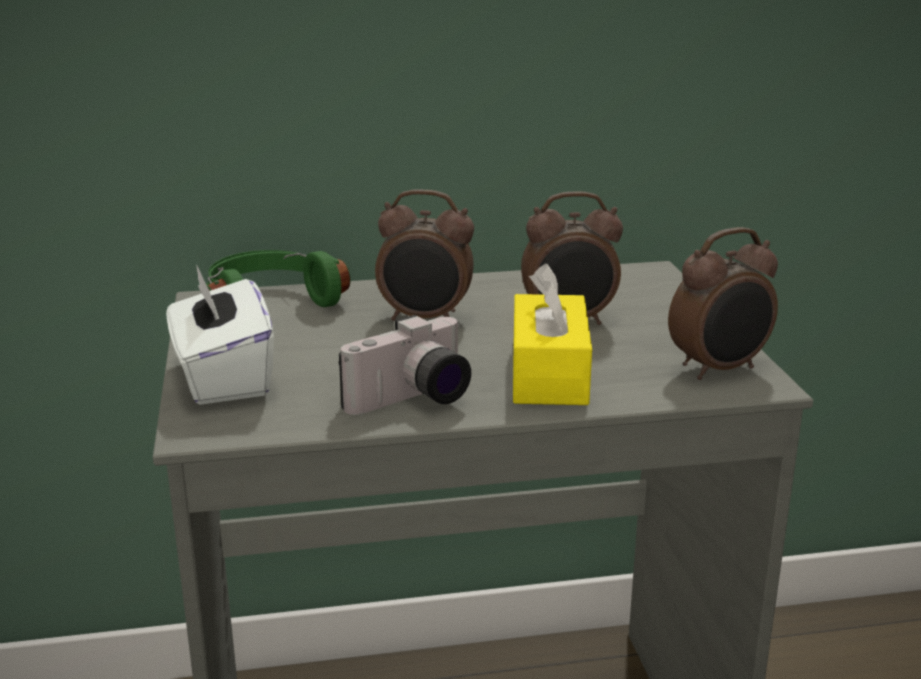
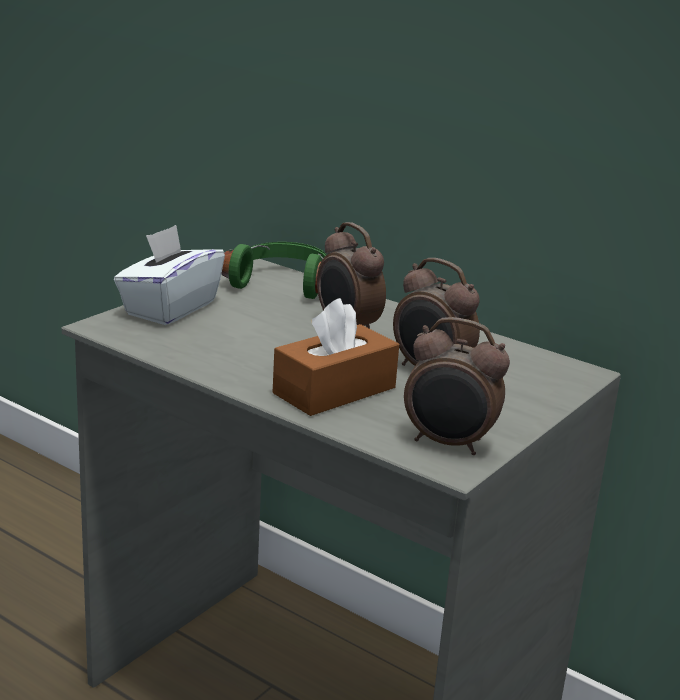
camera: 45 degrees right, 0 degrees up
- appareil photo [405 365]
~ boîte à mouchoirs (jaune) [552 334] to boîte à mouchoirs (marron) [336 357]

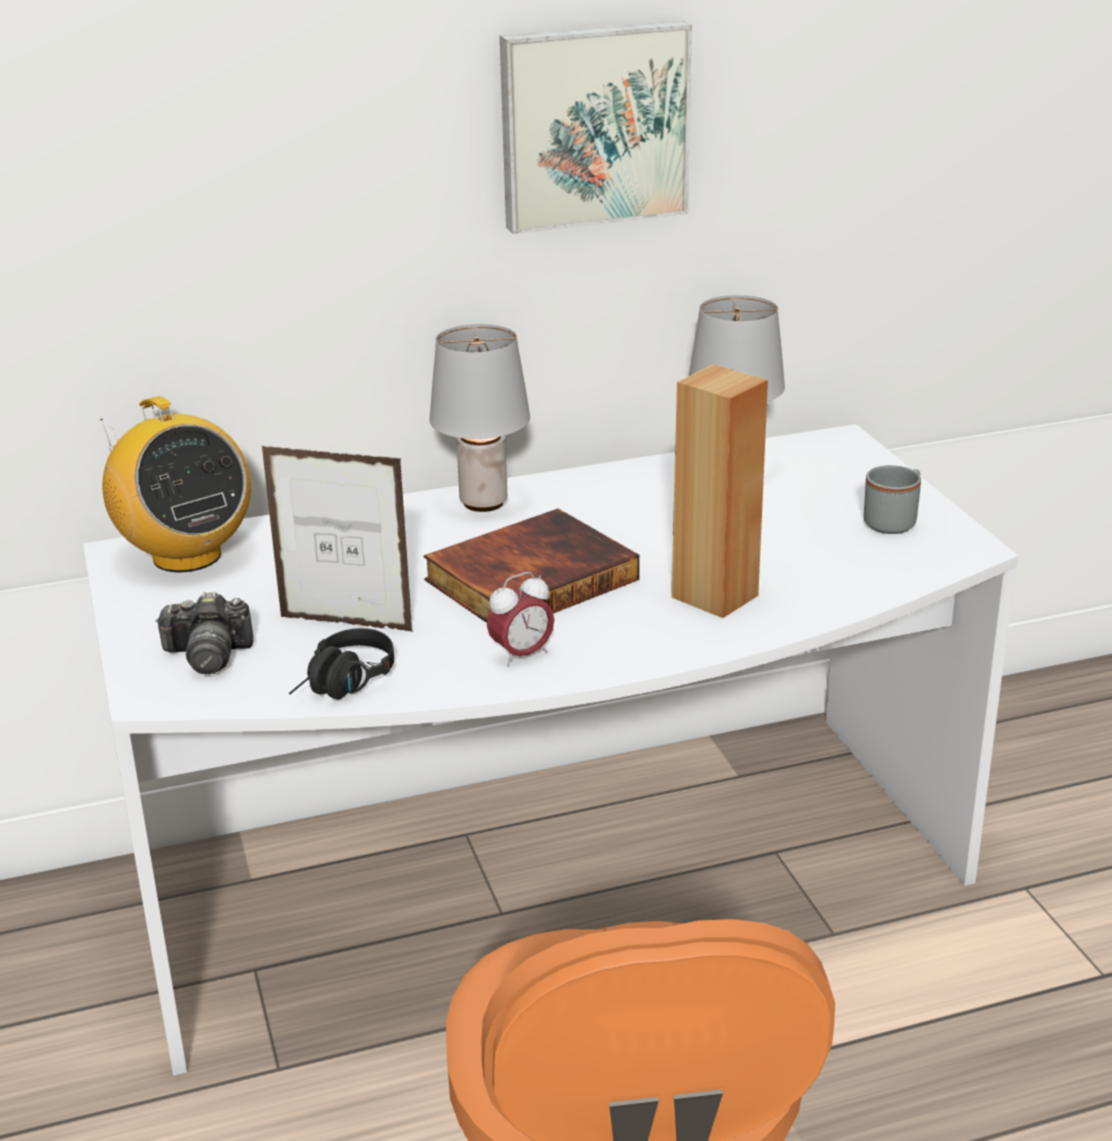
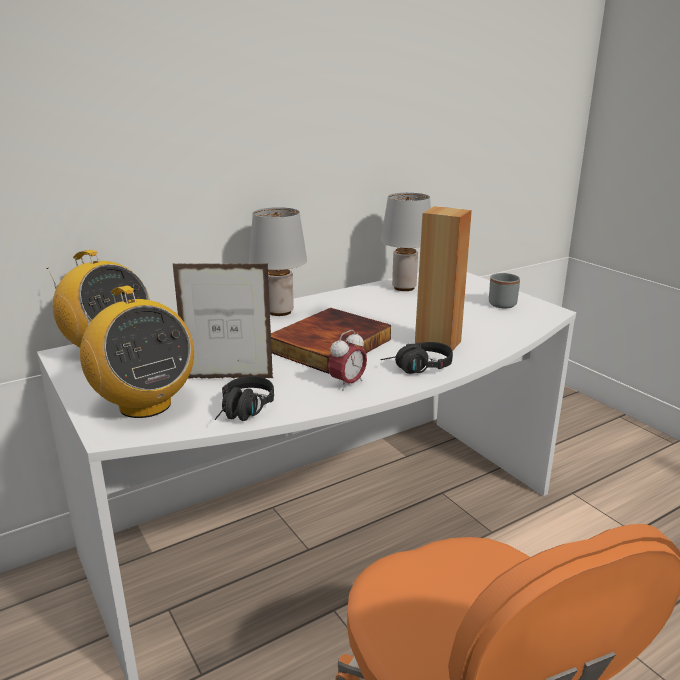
camera: 15 degrees left, 5 degrees down
- tableau [596 127]
+ casque audio (noir) [416 358]
~ appareil photo [204 633] to radio [137 352]

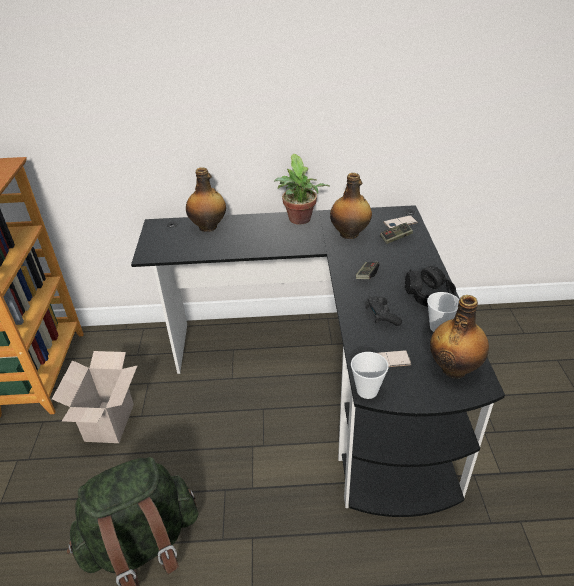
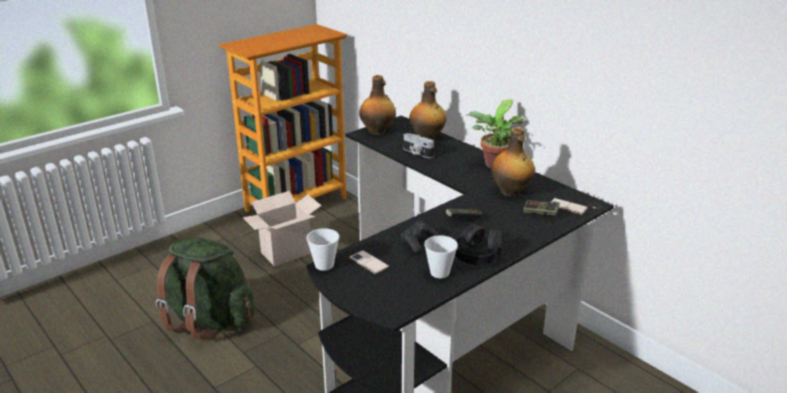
camera: 50 degrees right, 10 degrees down
+ appareil photo [418 145]
~ bouteille [459 336] to [377 105]

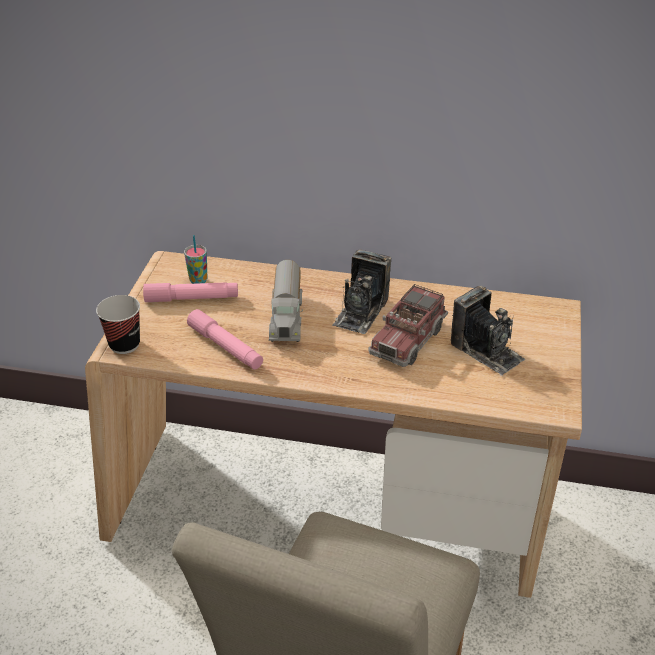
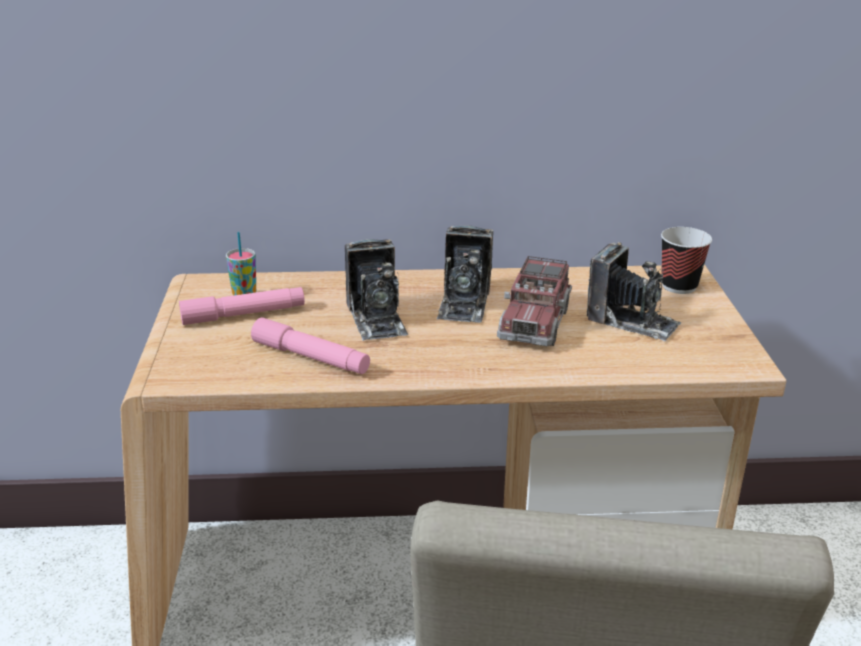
camera: 15 degrees left, 10 degrees down
~ tasse [118 324] to [686 260]
~ camion jouet [286 301] to appareil photo [376 290]

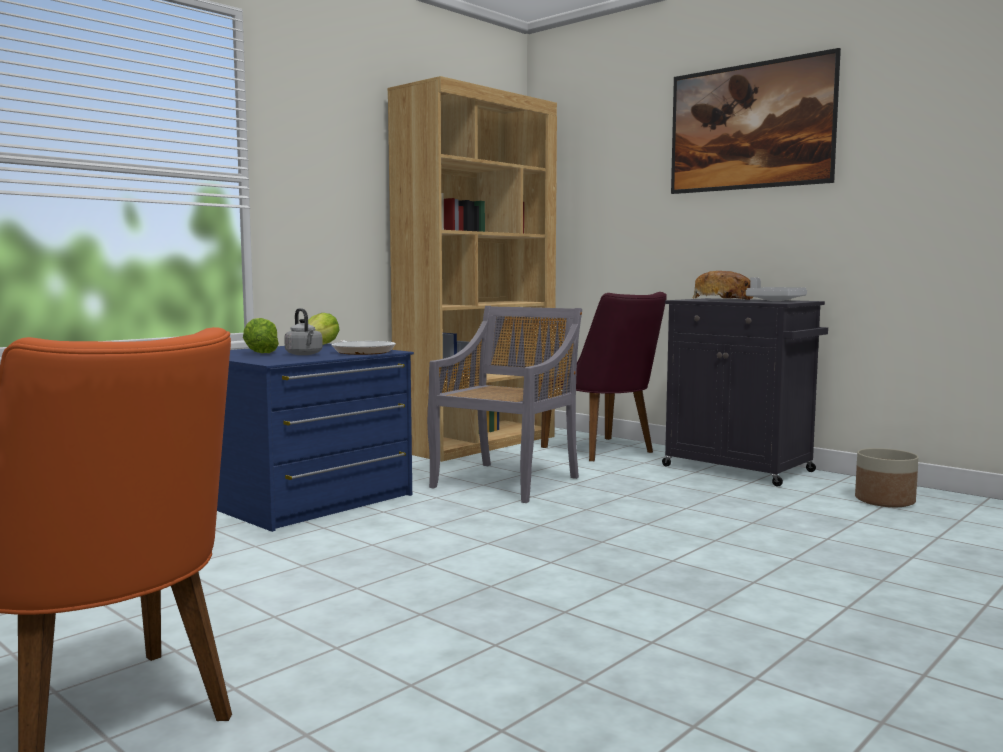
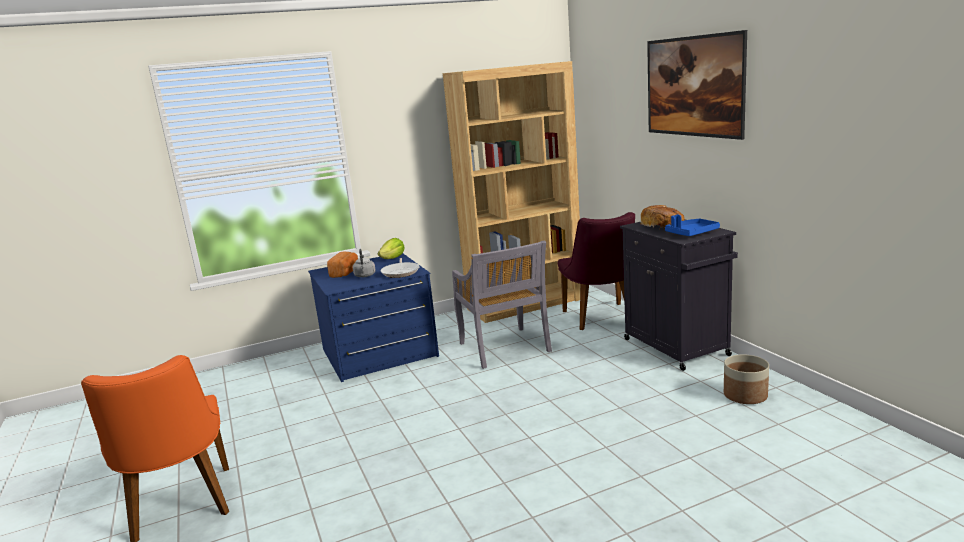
camera: 25 degrees right, 10 degrees up
~ laitue [261 335] to pain [342 265]
~ plateau (gris) [776 289] to plateau (bleu) [692 225]
~ chaise (gris) [504 404] = [502 304] 105 degrees clockwise

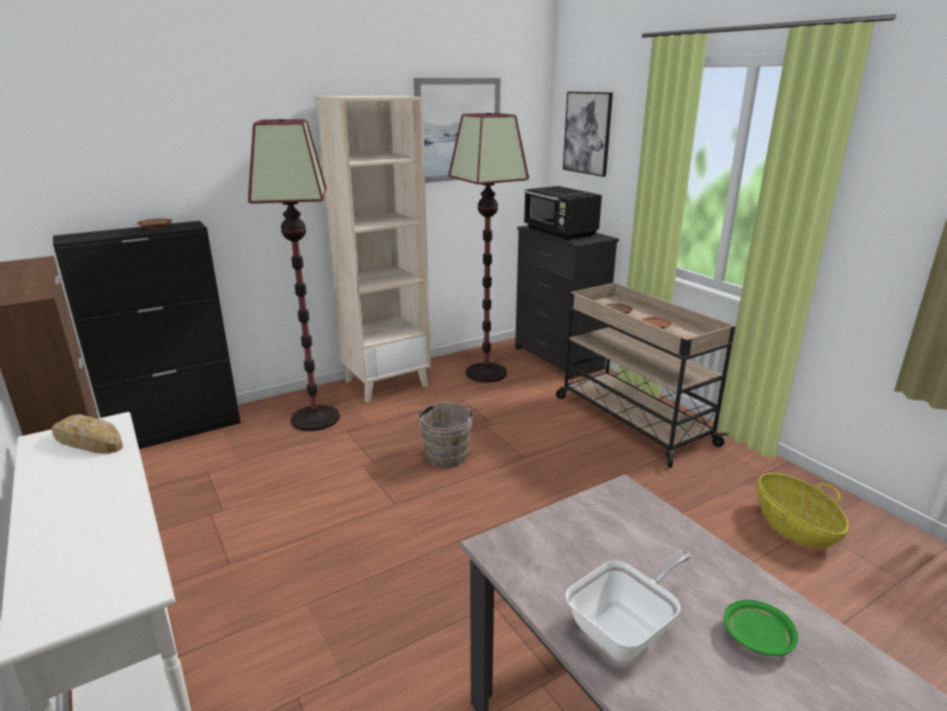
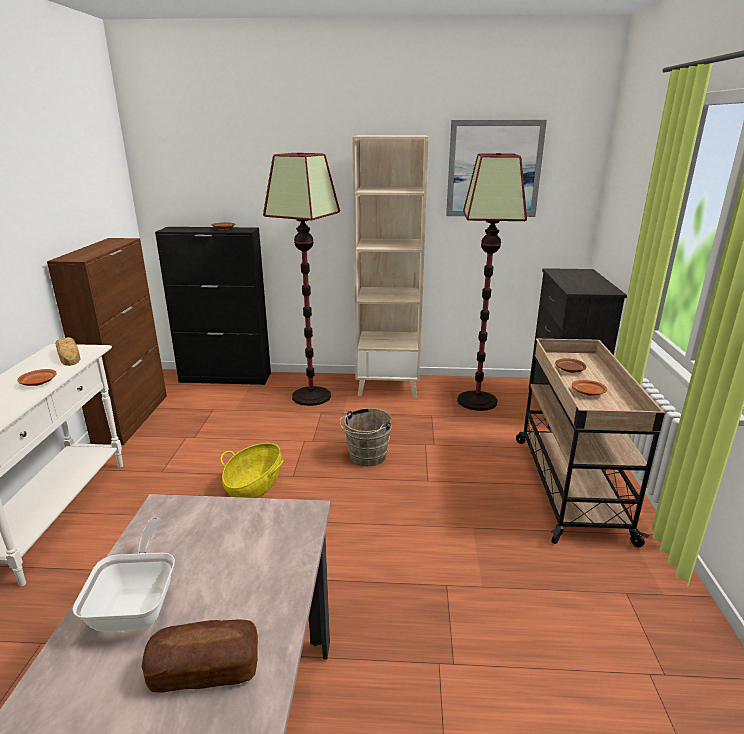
camera: 35 degrees right, 0 degrees up
- micro-ondes (noir) [563 213]
- tableau [588 134]
+ assiette (marron) [37 377]
~ panier [802 510] to [252 470]
~ assiette (vert) [761 628] to pain [200 656]
~ poêle [628 605] = [124 574] 90 degrees counterclockwise

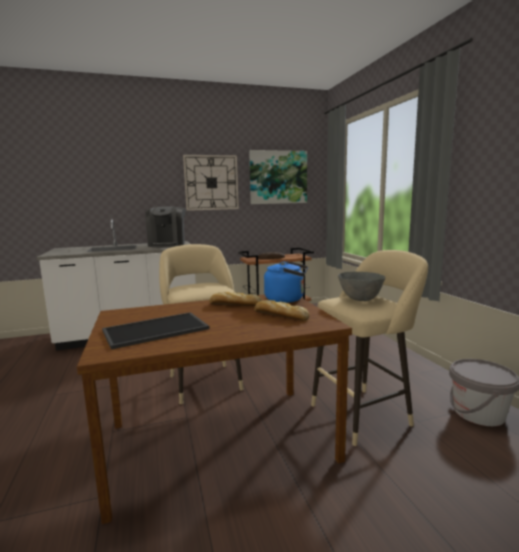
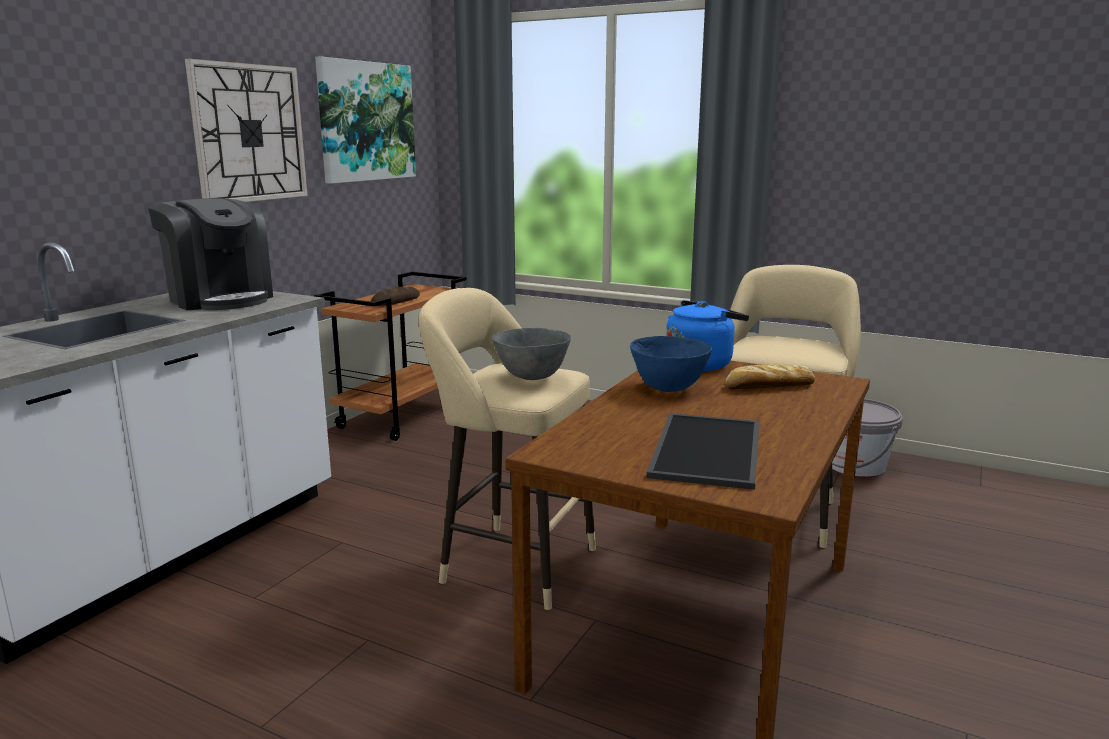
camera: 45 degrees left, 5 degrees up
~ bol (gris) [361 286] to [531 354]
~ pain [235 299] to bol (bleu) [671 364]

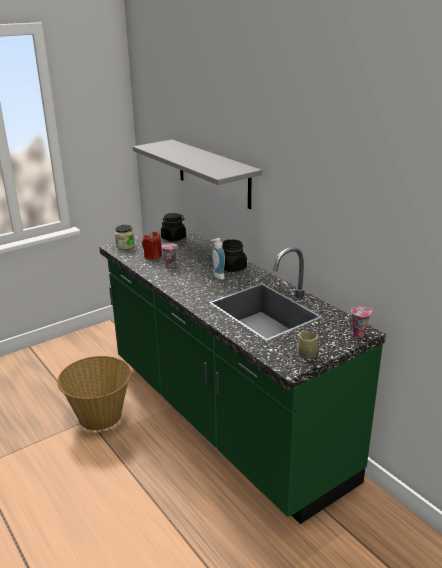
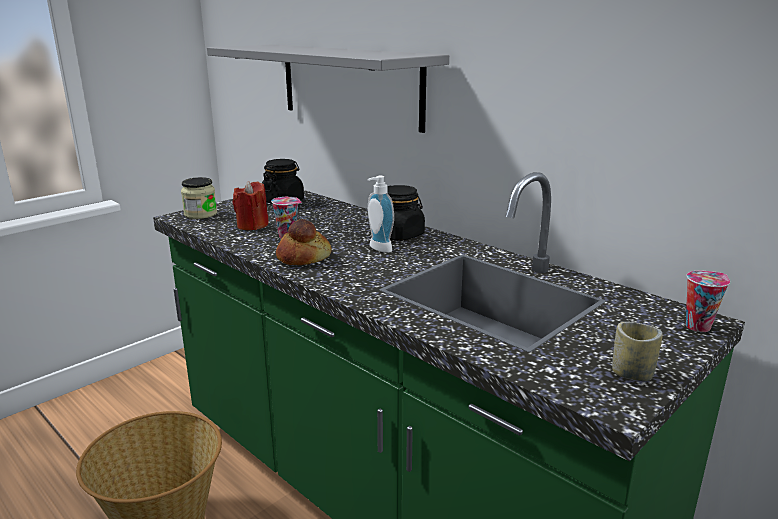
camera: 10 degrees left, 5 degrees down
+ pain [304 242]

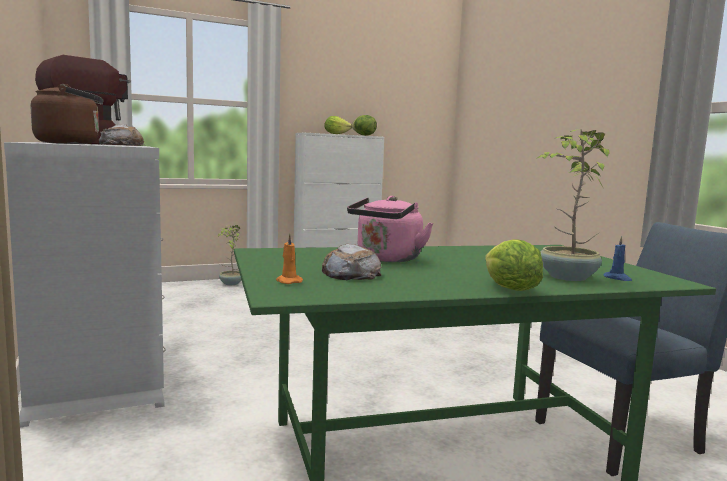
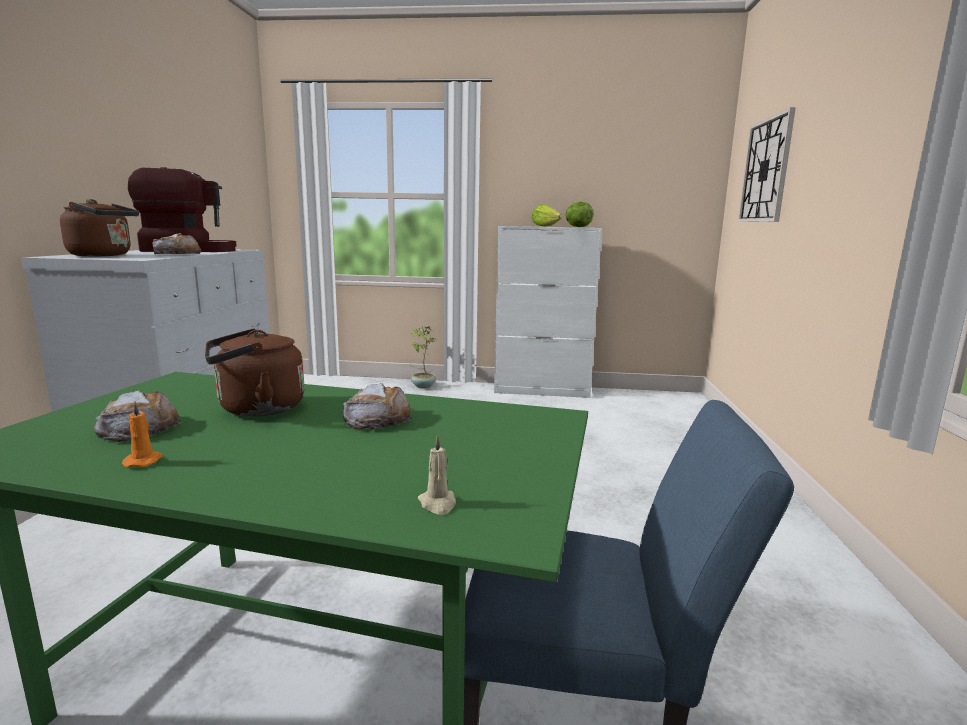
camera: 30 degrees right, 5 degrees up
- laitue [514 265]
- plante en pot [573 205]
+ pain [377 406]
+ horloge murale [767 164]
~ bougie (orange) [289 259] to [142 434]
~ bouilloire (rose) [390 229] to bouilloire (marron) [255 373]
~ bougie (bleu) [617 258] to bougie (beige) [437 474]

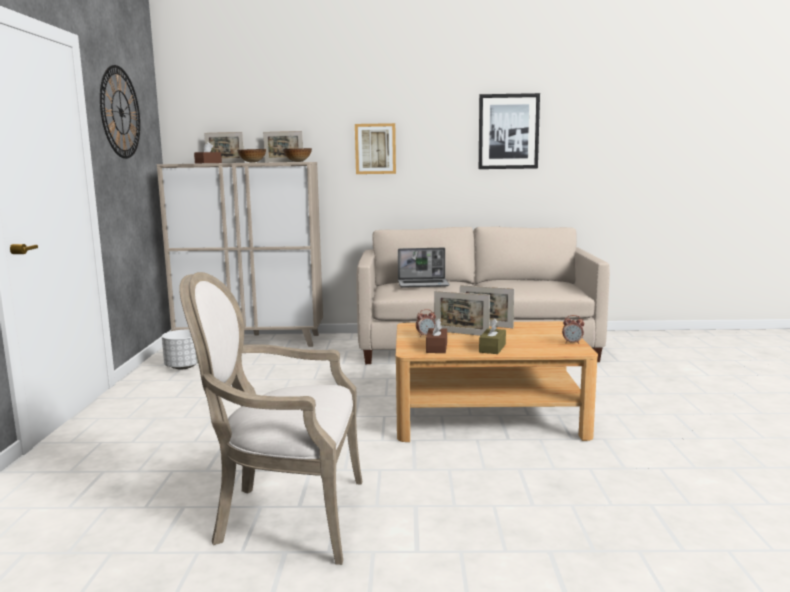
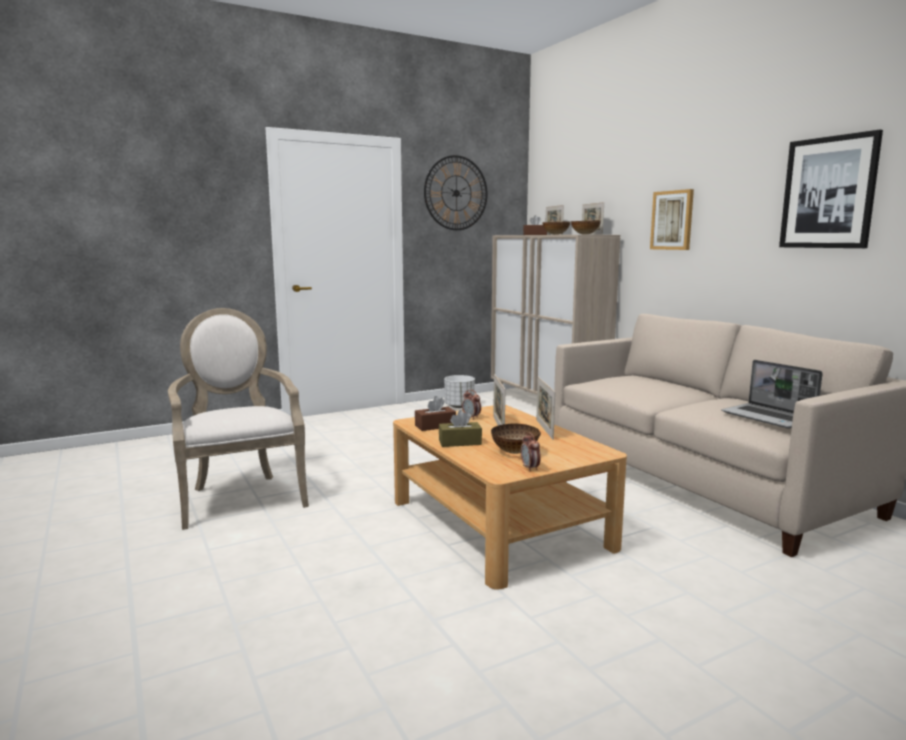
camera: 60 degrees right, 0 degrees up
+ bol [516 439]
~ ordinateur portable [424 268] to [772 394]

